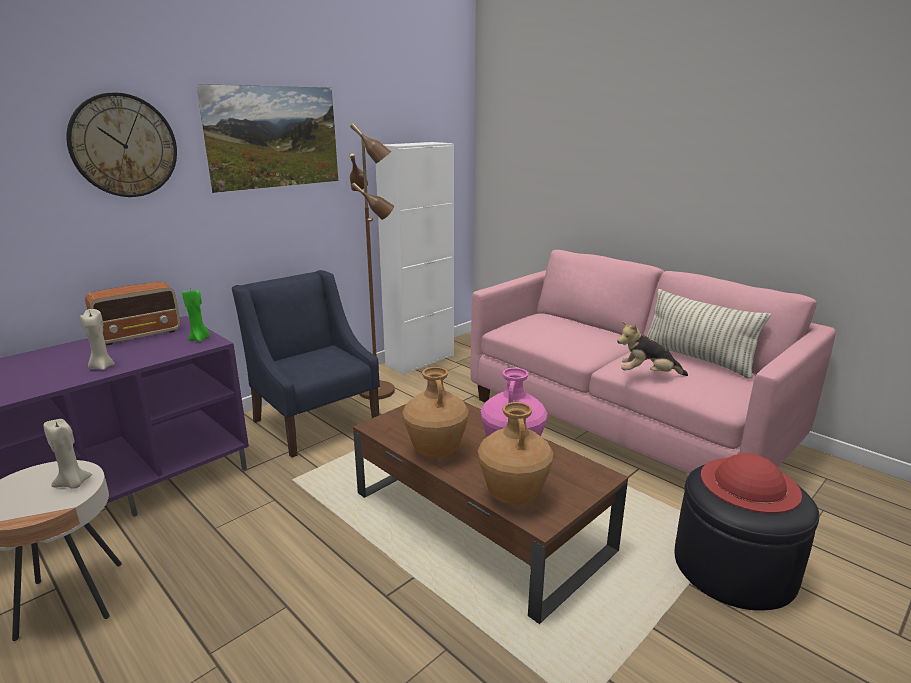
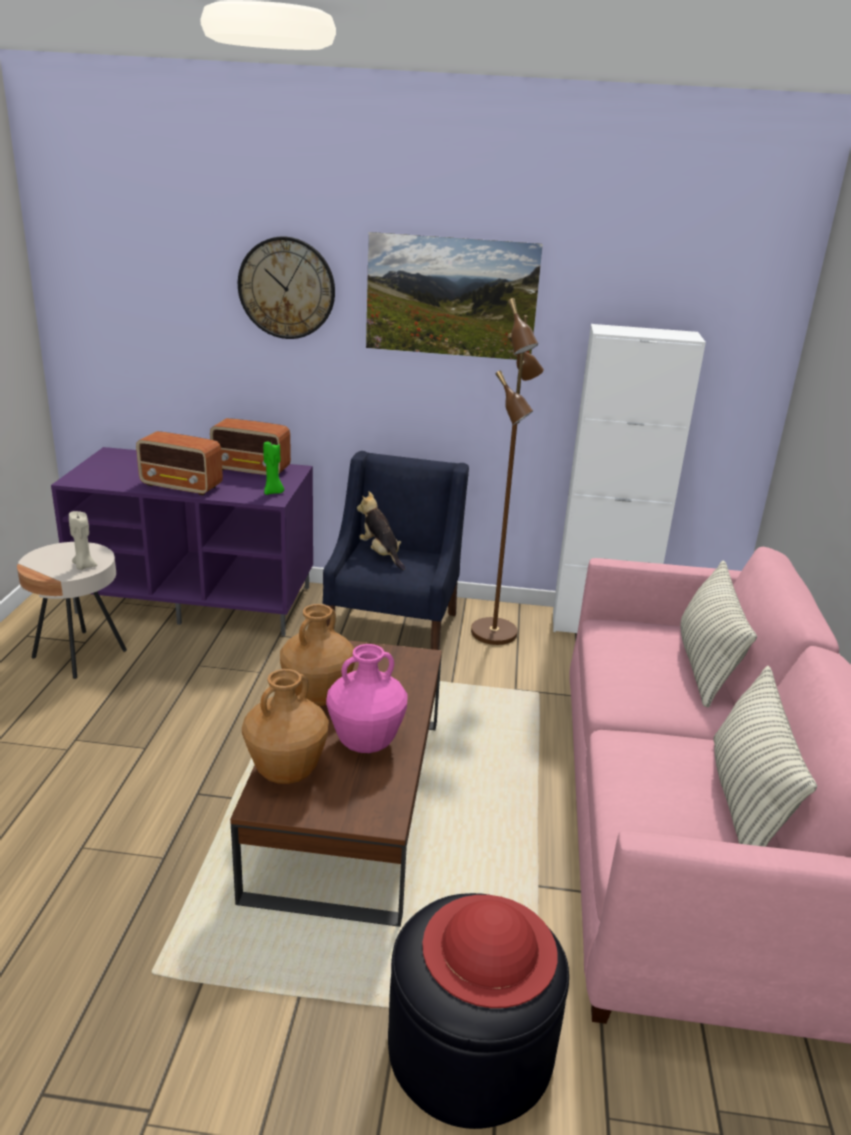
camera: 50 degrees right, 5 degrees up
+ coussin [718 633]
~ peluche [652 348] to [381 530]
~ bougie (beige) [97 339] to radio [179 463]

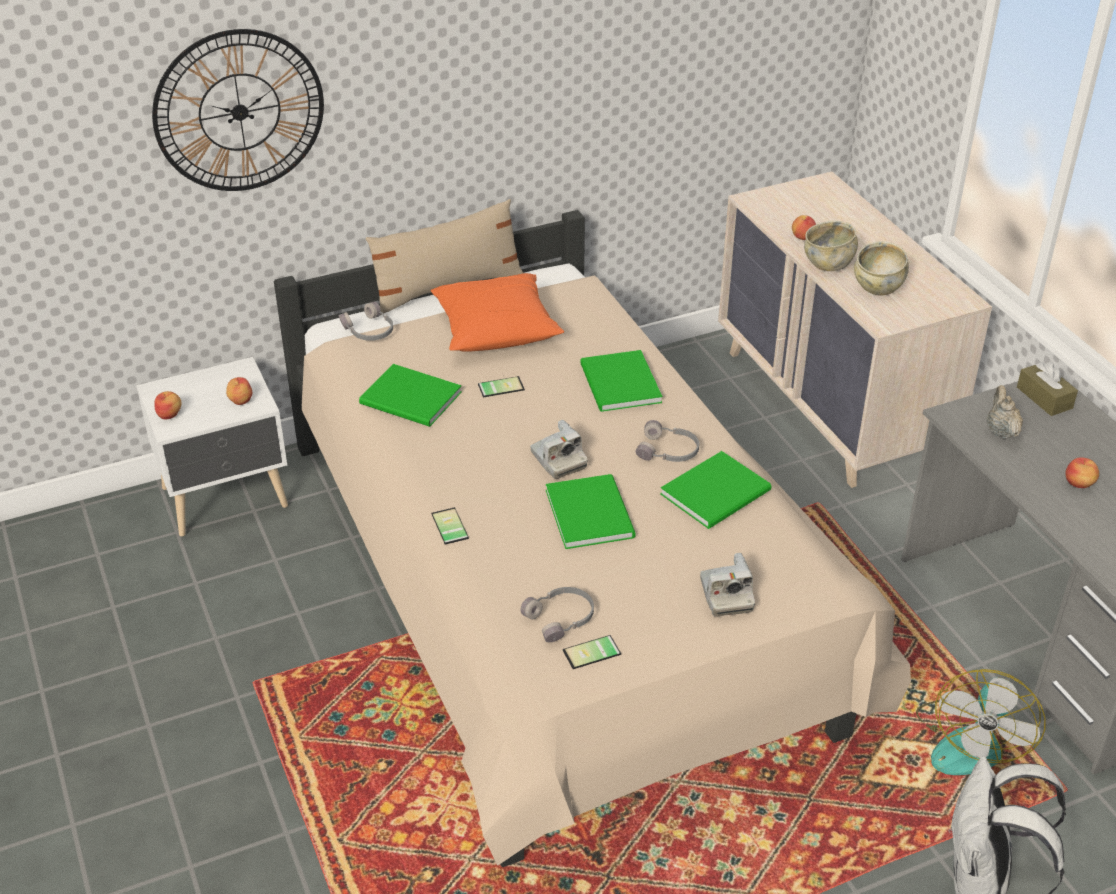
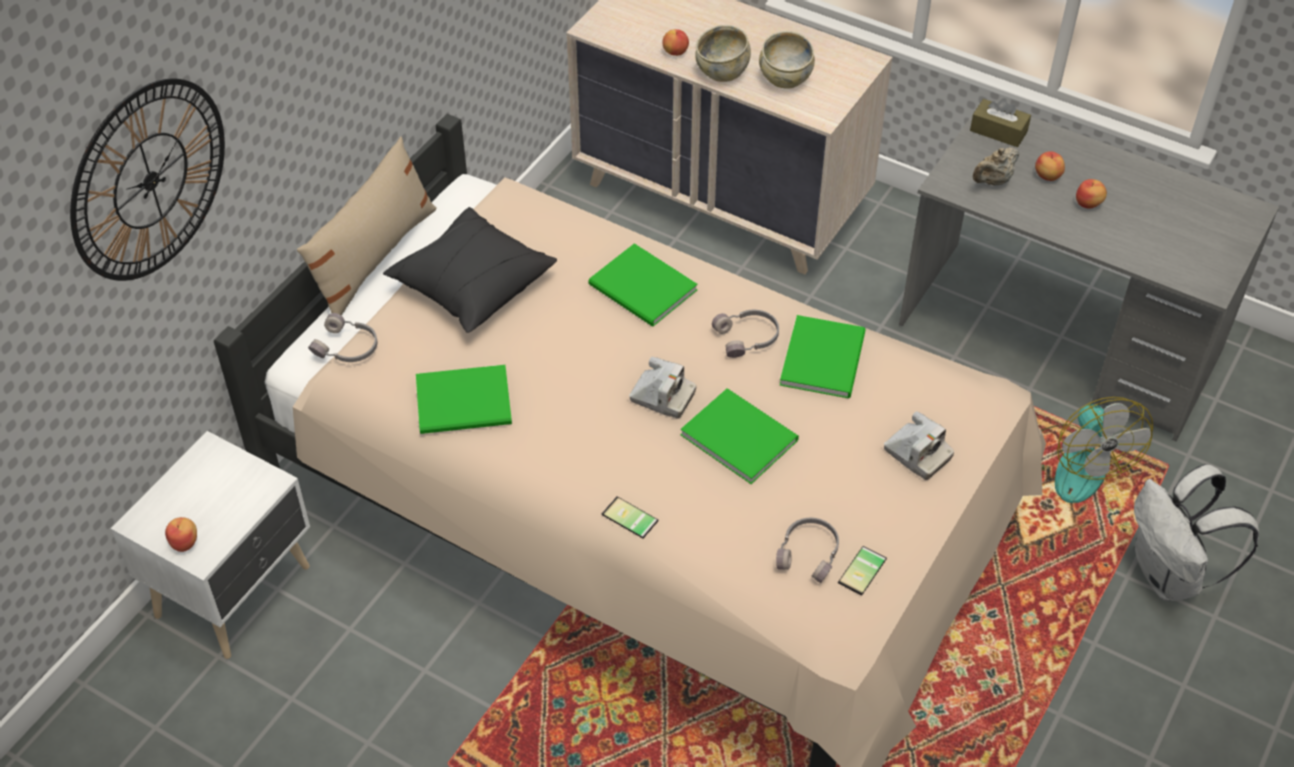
camera: 35 degrees left, 10 degrees up
- téléphone [501 386]
~ pomme [239 391] to [1050 166]
~ coussin (orange) [497 312] to coussin (noir) [470 270]
~ théière (beige) [1005 412] = [996 166] 90 degrees counterclockwise

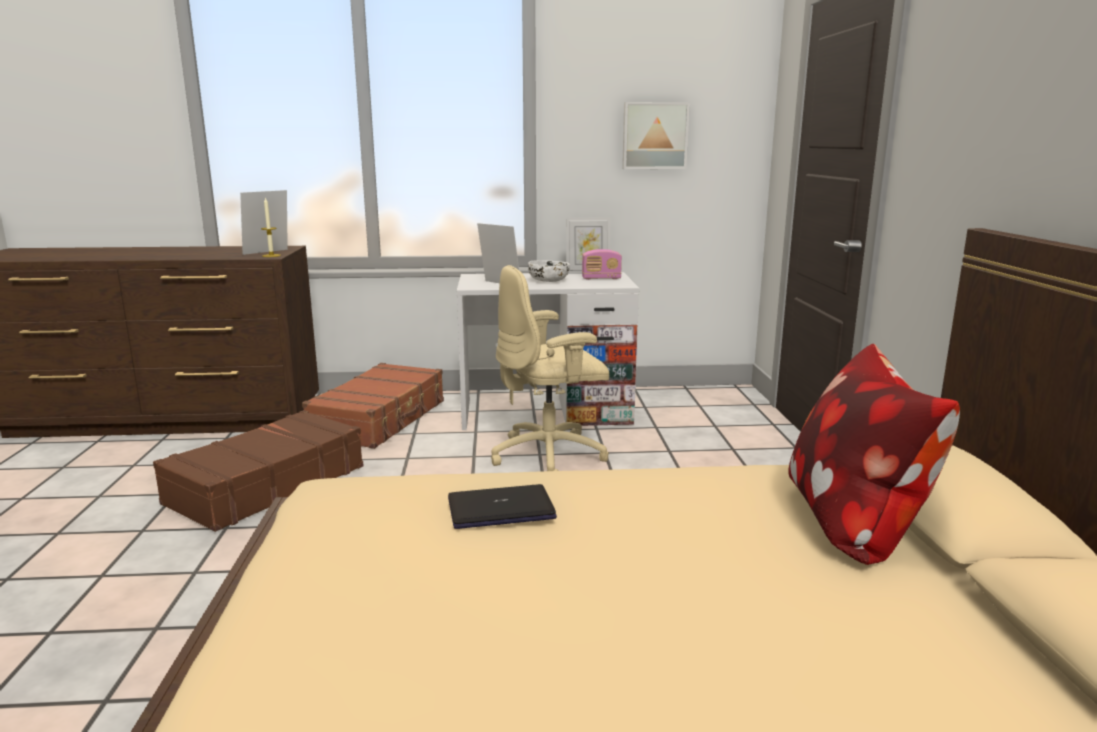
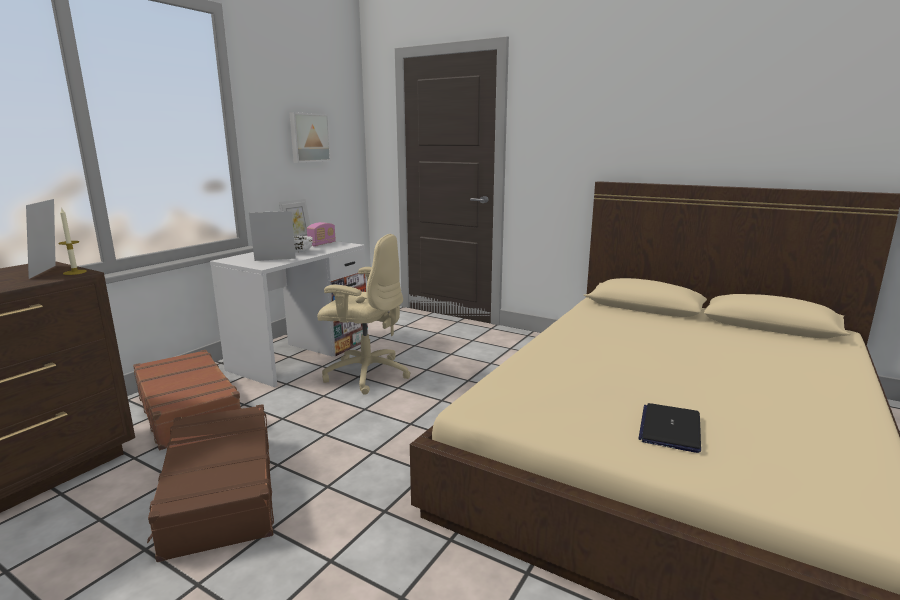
camera: 55 degrees left, 0 degrees up
- coussin [874 454]
~ ordinateur portable [502 506] to [669 428]
~ chaise de bureau (beige) [550 368] = [364 314] 90 degrees counterclockwise

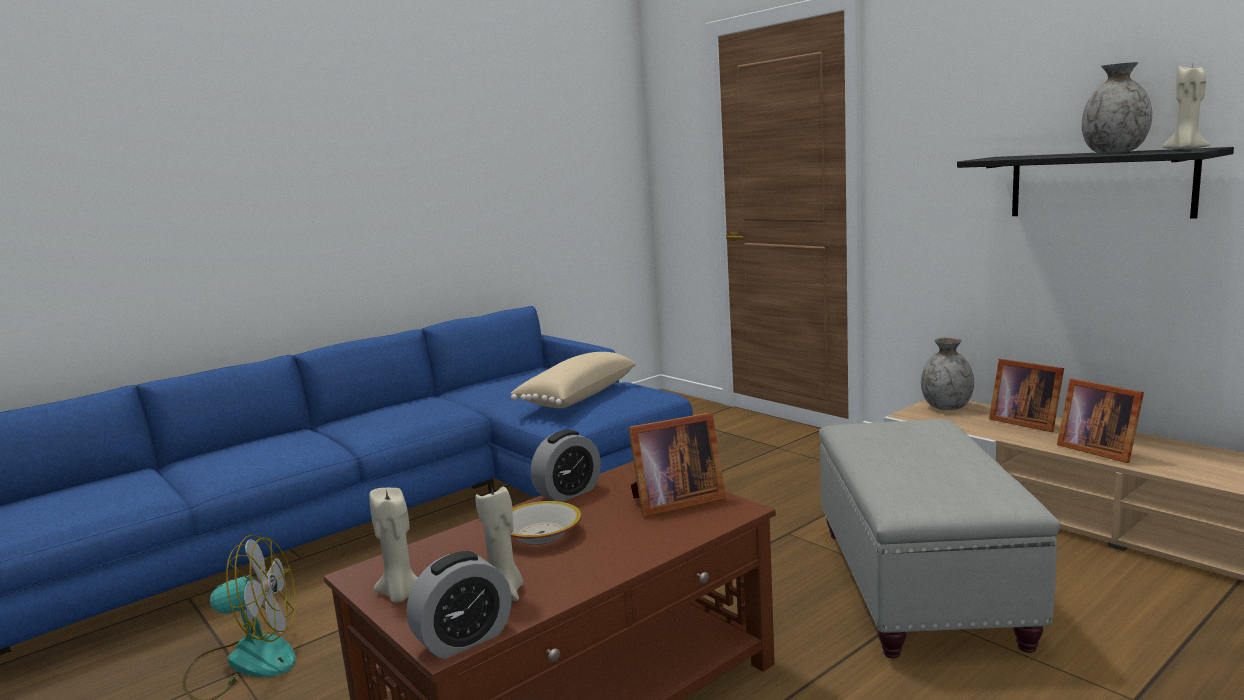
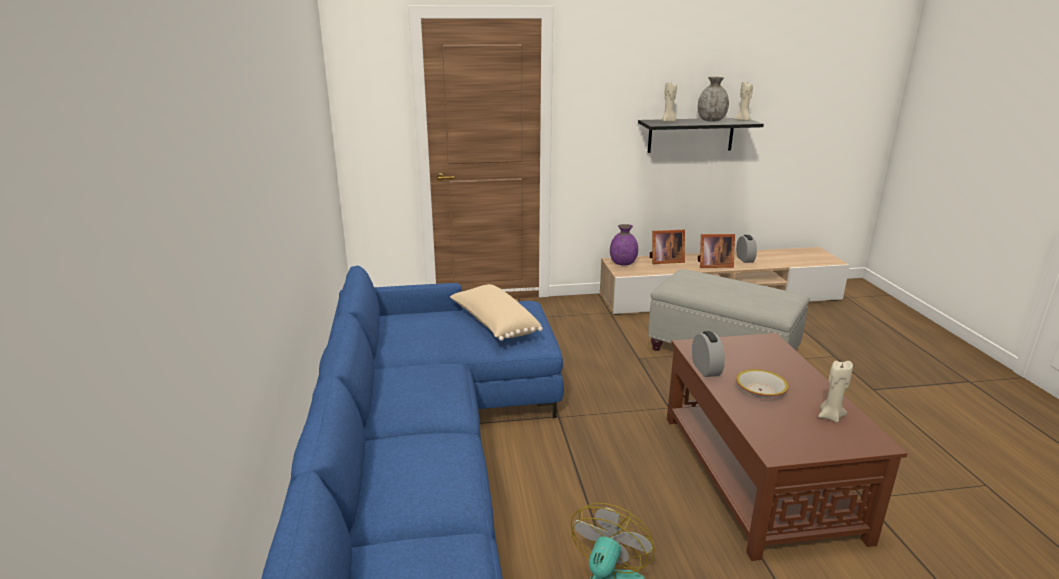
camera: 60 degrees left, 10 degrees up
- cadre photo [677 464]
~ bougie (beige) [393 545] to [669 101]
~ réveil [459 605] to [746 249]
~ vase (gris) [947 373] to vase (violet) [624 245]

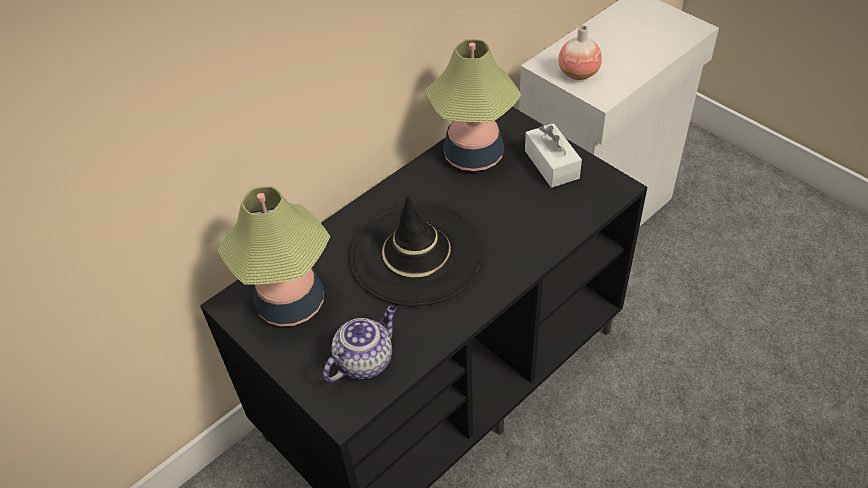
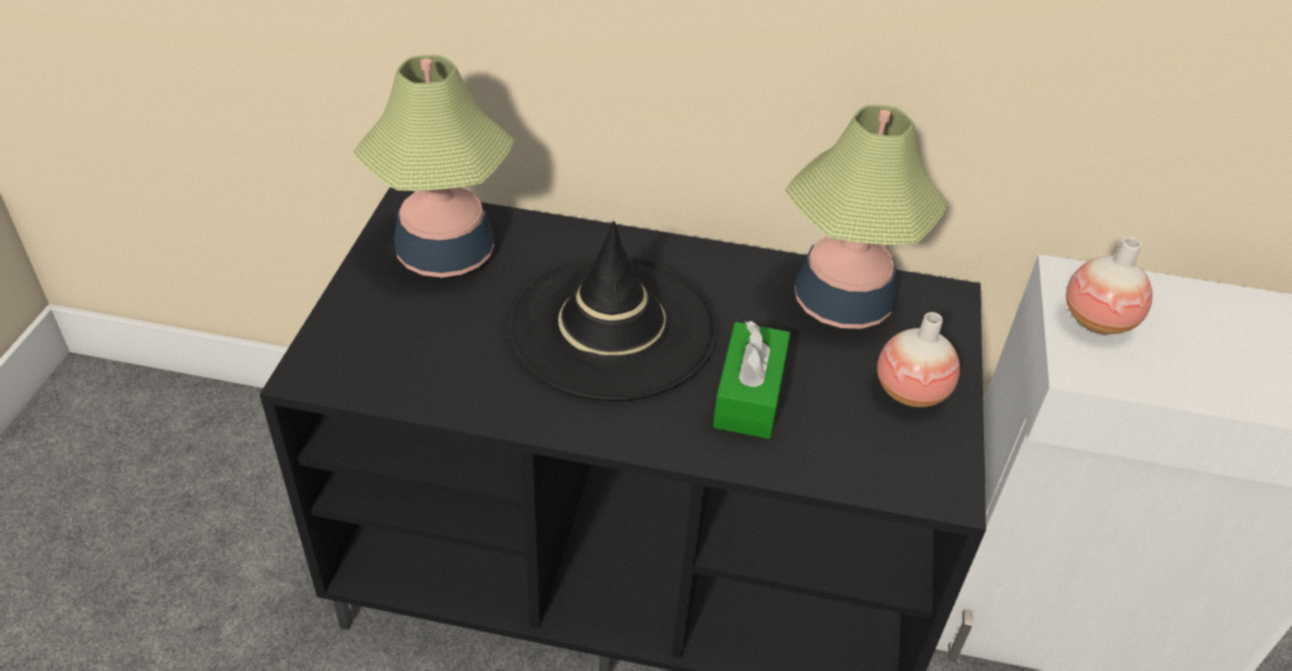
camera: 50 degrees right, 5 degrees down
- théière [360 343]
+ boîte à mouchoirs (vert) [751 380]
~ boîte à mouchoirs (blanc) [553 155] to vase [918 359]

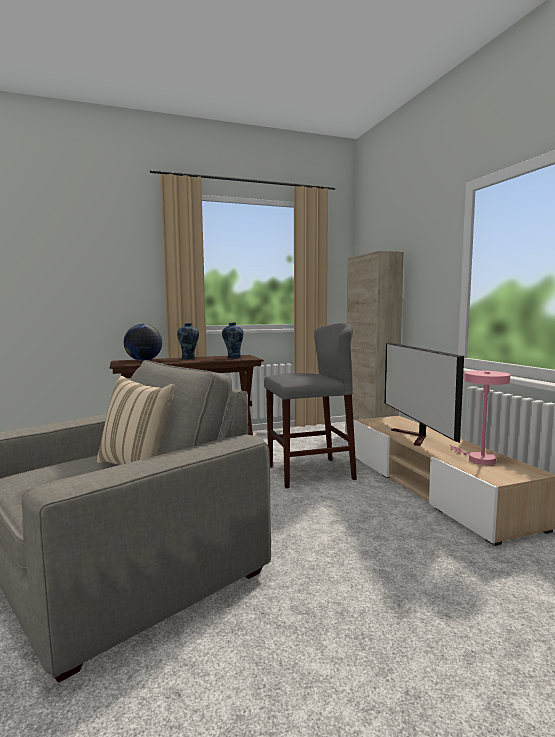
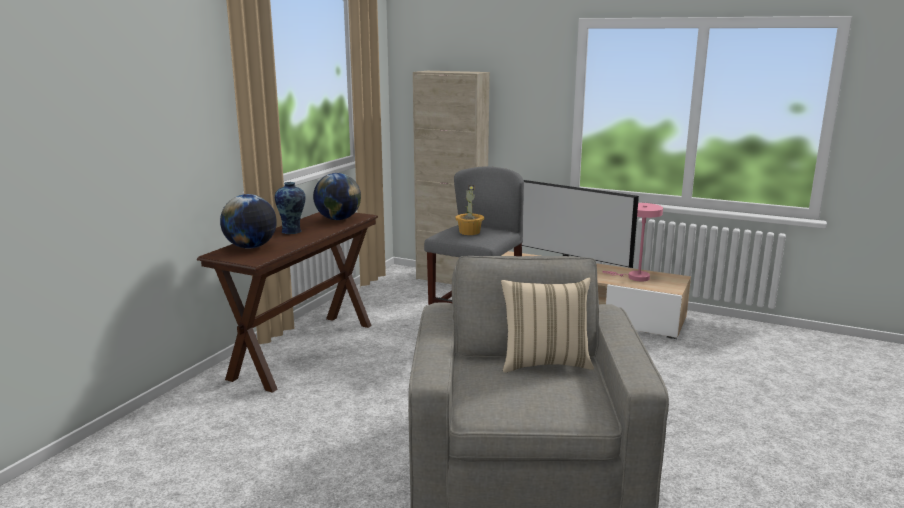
camera: 45 degrees left, 10 degrees up
+ plante en pot [469 210]
~ vase [233 340] to globe [337 196]

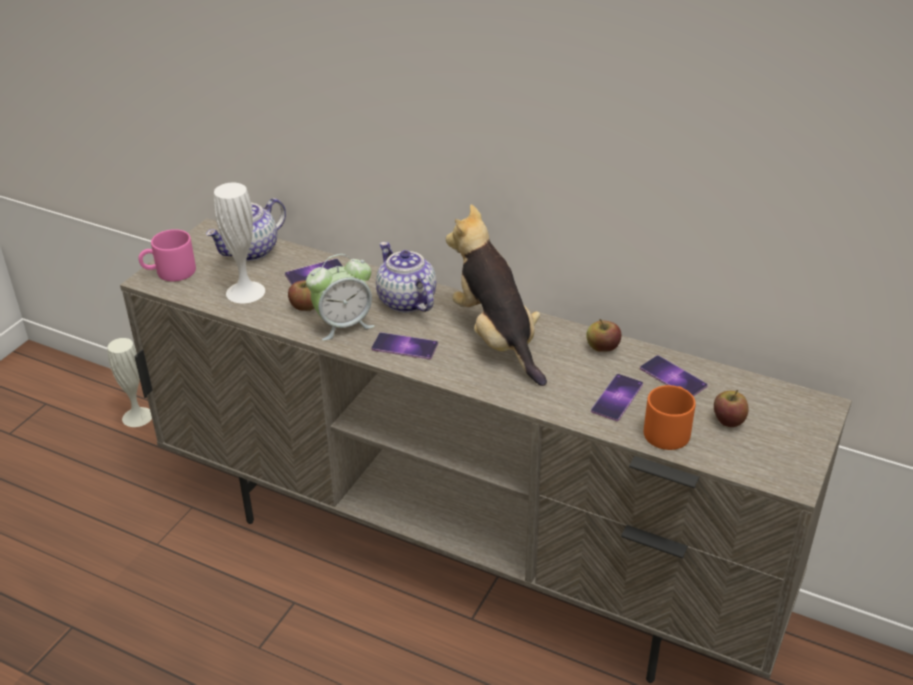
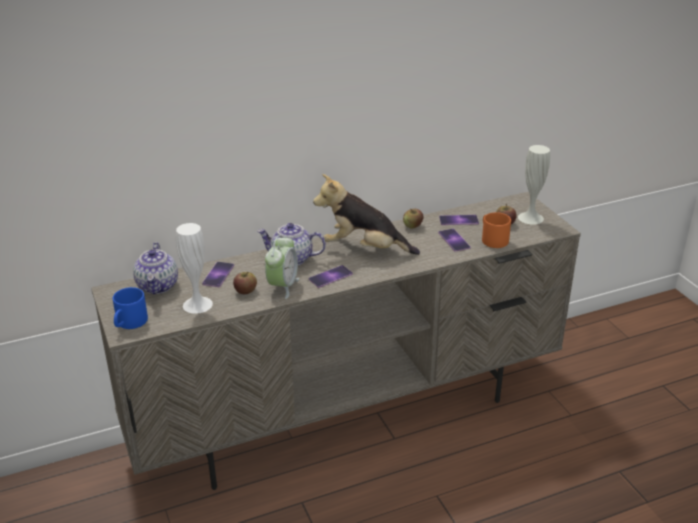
camera: 50 degrees left, 5 degrees down
~ vase (blanc) [129 382] to [534 185]
~ mug (rose) [167 255] to mug (bleu) [130 308]

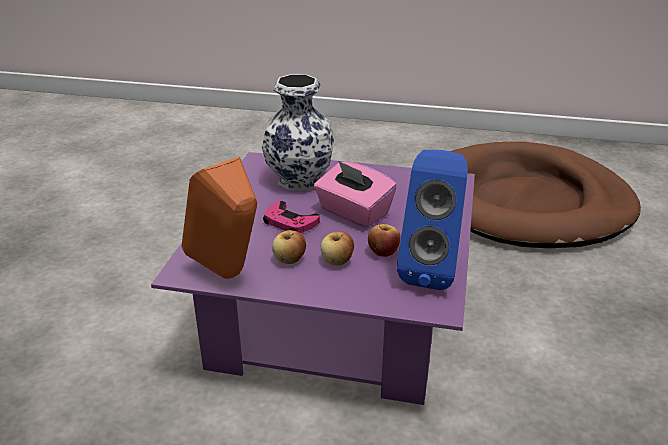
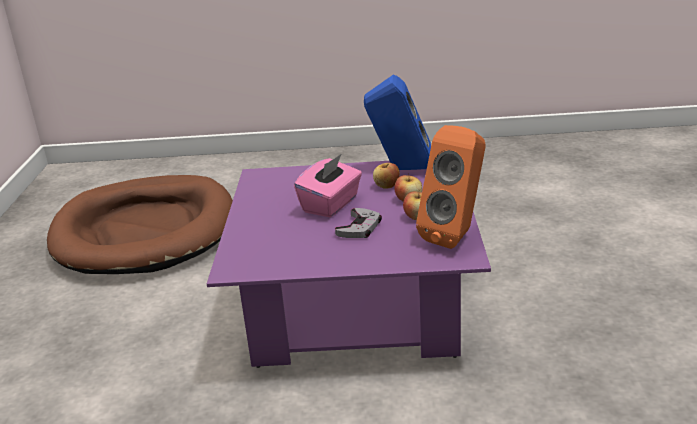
camera: 100 degrees left, 5 degrees down
- vase [298 132]
~ manette (rose) [291 217] to manette (gris) [358 223]

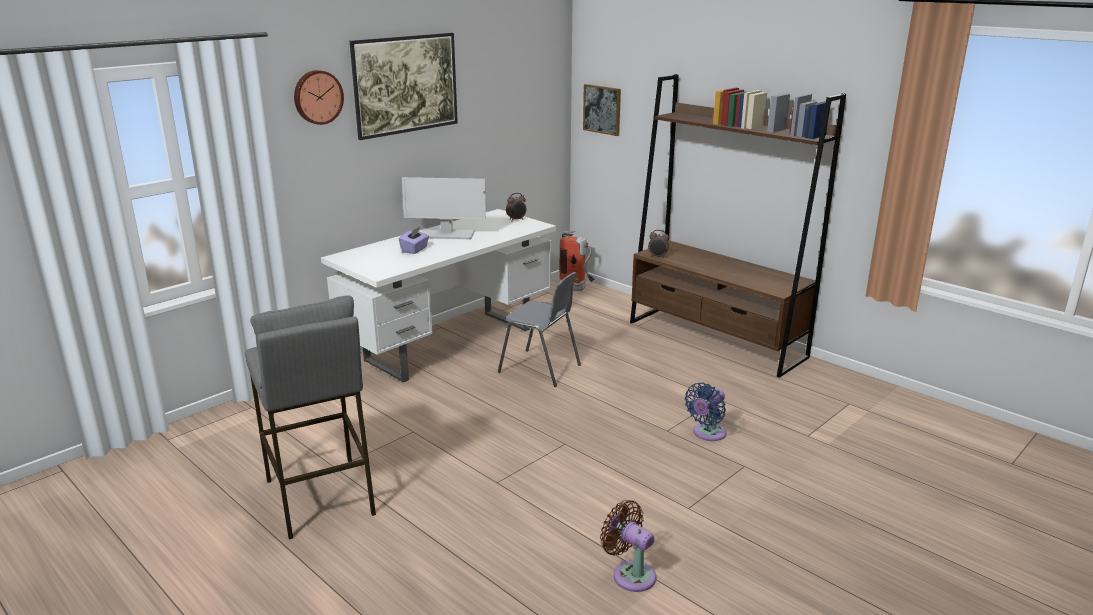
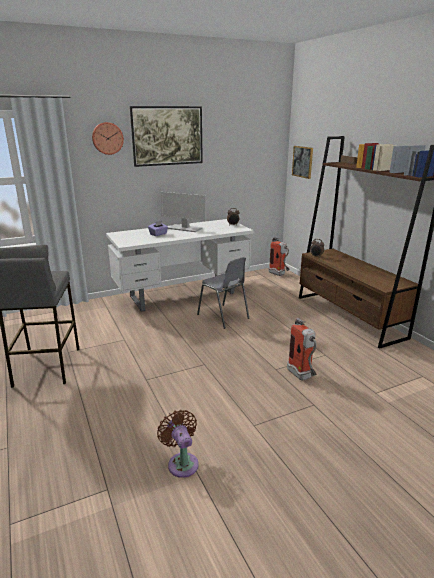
camera: 20 degrees right, 0 degrees up
~ ventilateur (bleu) [706 411] to extincteur [302 349]

